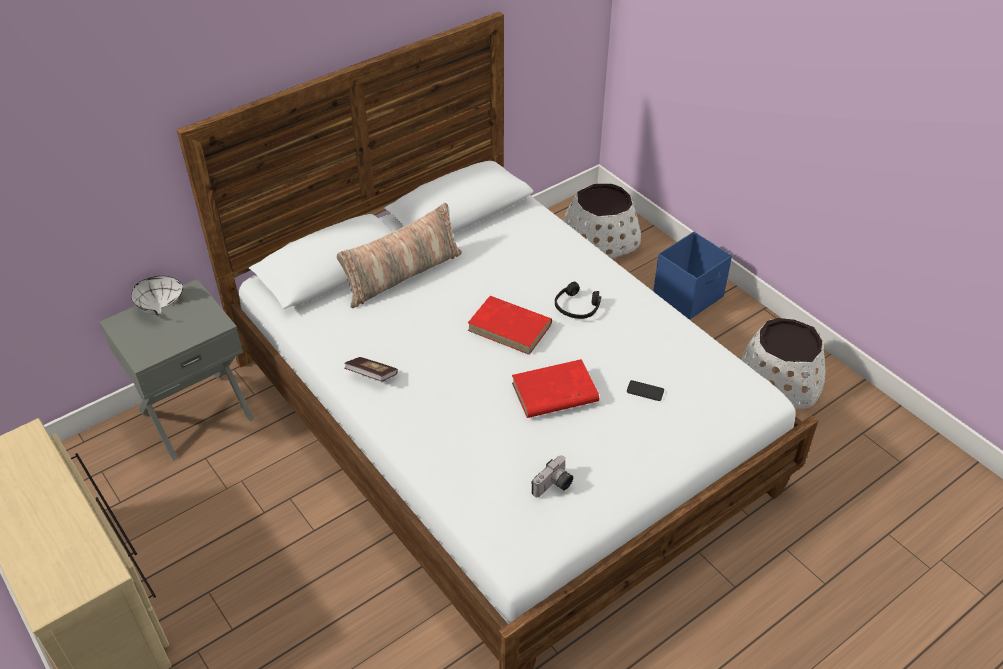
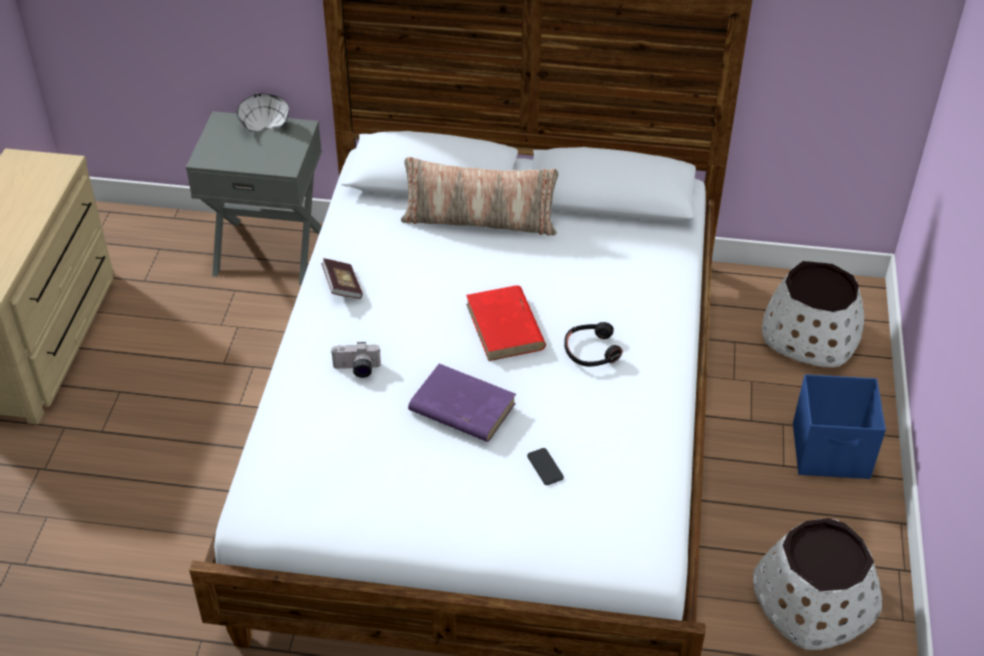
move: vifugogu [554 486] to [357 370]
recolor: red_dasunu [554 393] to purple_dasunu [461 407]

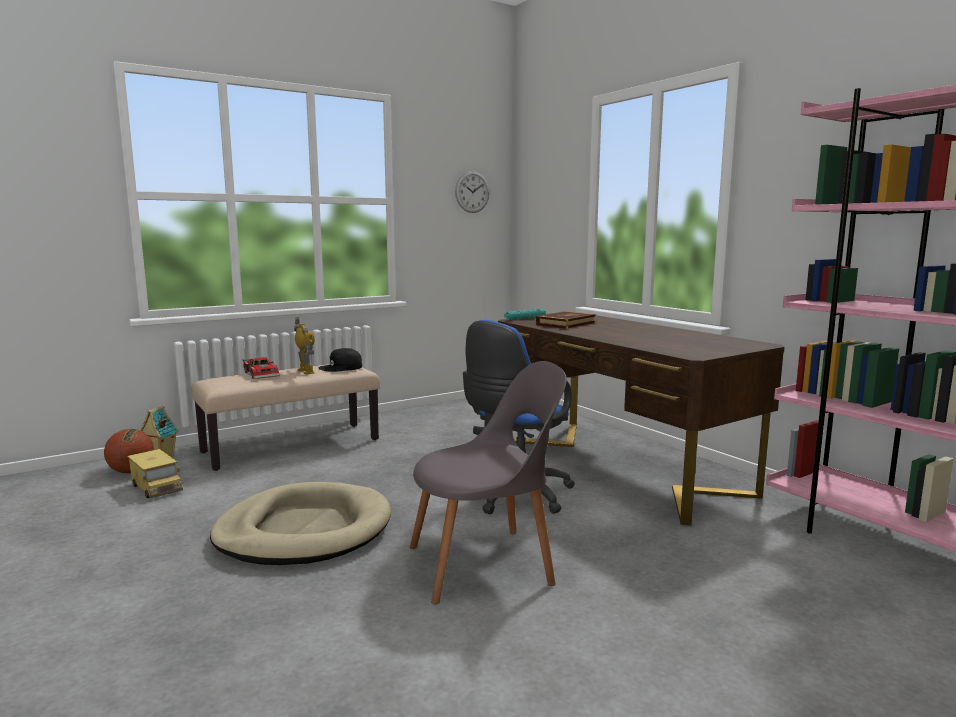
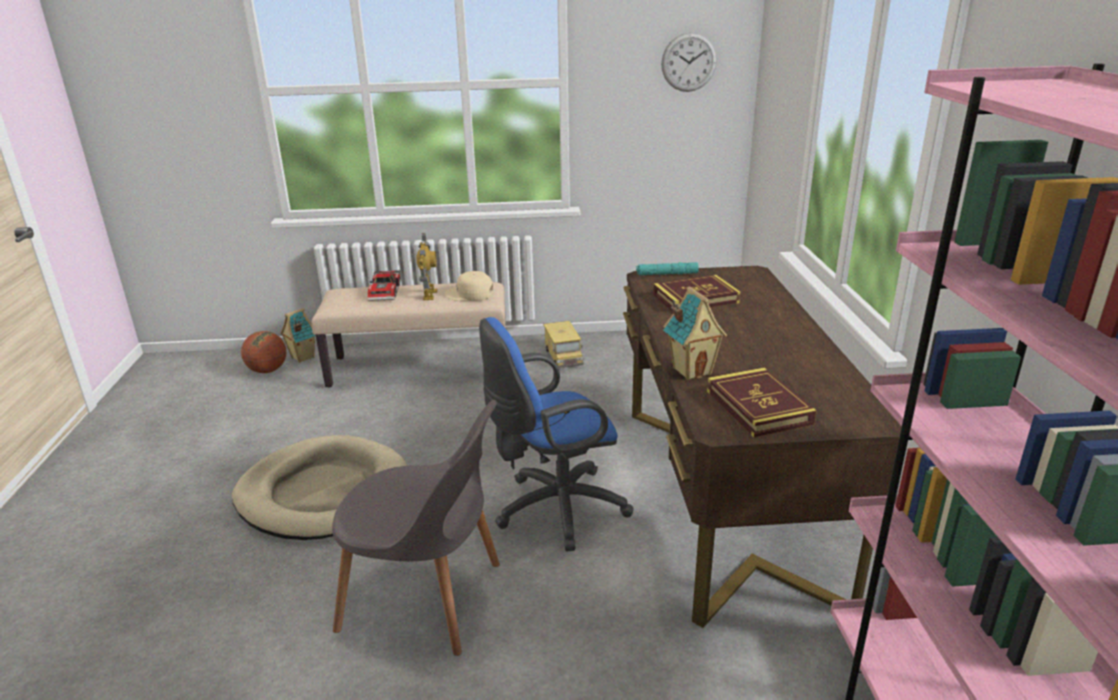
insert: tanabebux [692 370]; dasunu [758 407]
move: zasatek [156 487] to [563 356]
recolor: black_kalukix [341 367] to beige_kalukix [469 294]

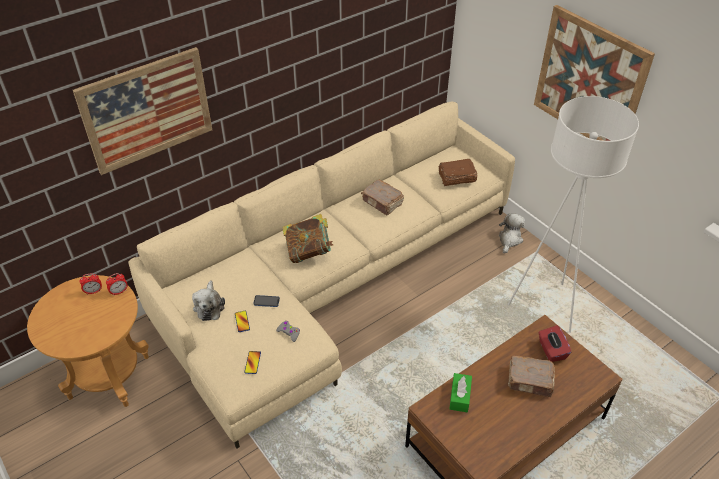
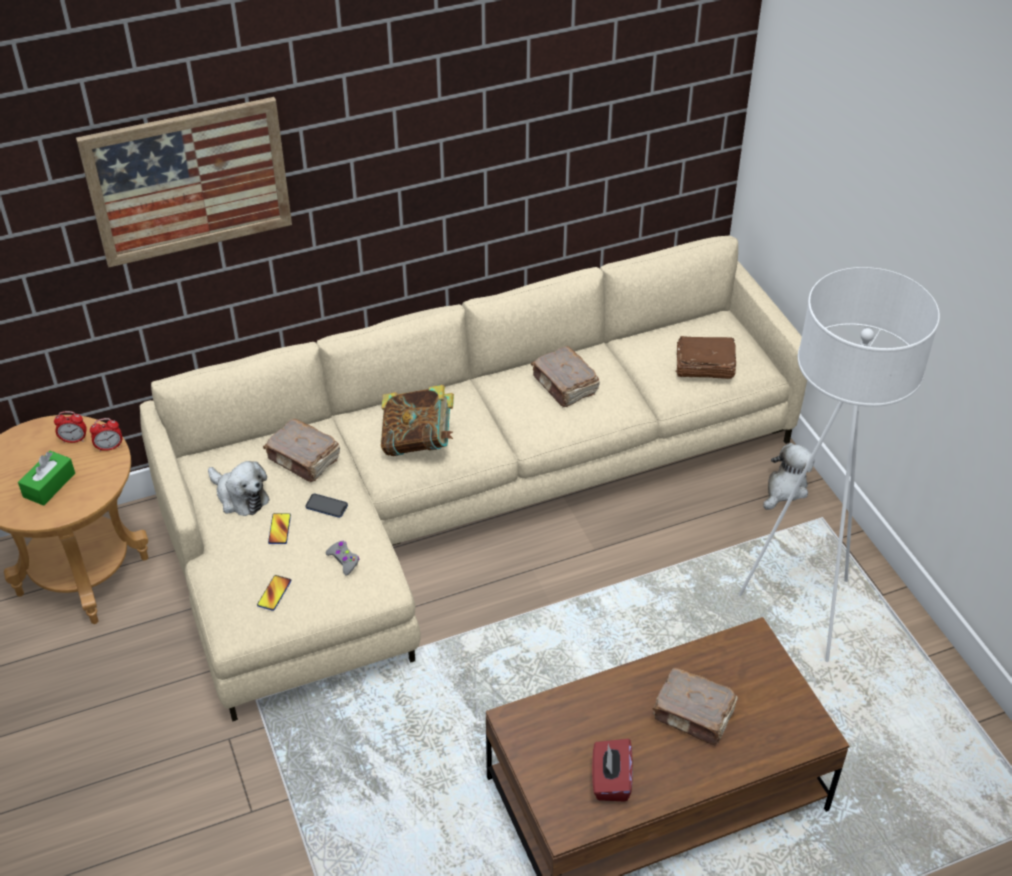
delete: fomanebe [589 80]
insert: brown_dasunu [304 459]
move: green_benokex [460 396] to [49 485]; red_benokex [551 350] to [610 781]
rotate: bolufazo [209 306] = [240 496] 60 degrees counterclockwise

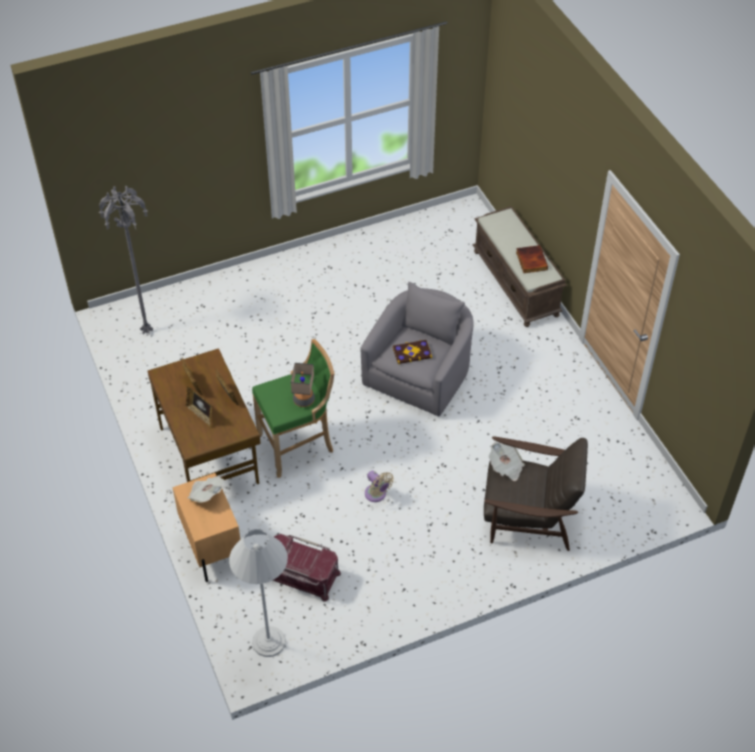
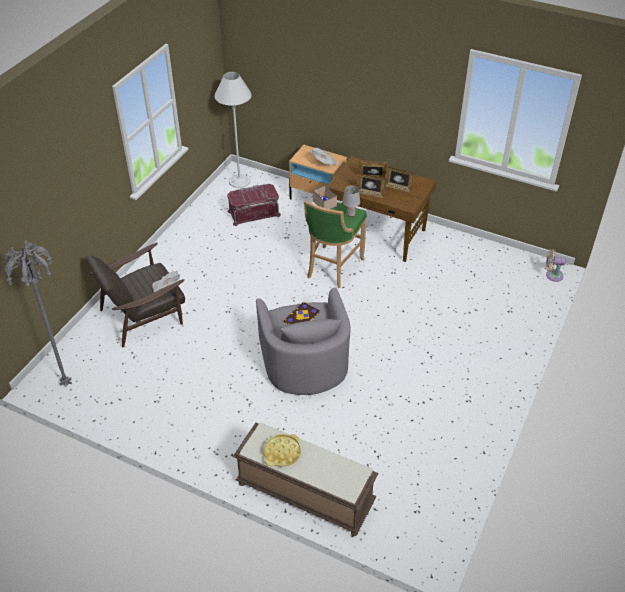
insert: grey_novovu [351 214]
move: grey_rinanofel [146 331] to [67 384]; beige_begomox [377 495] to [552 275]
replace: dasunu [530 260] to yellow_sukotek [282 453]

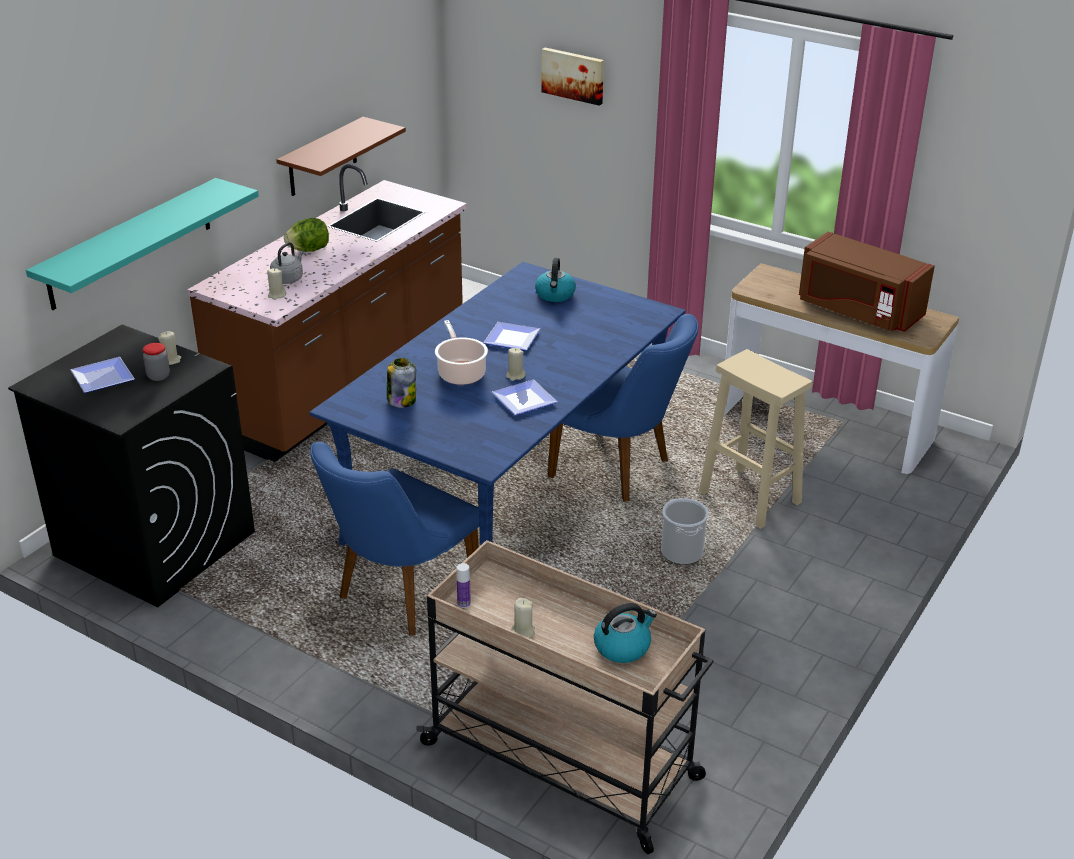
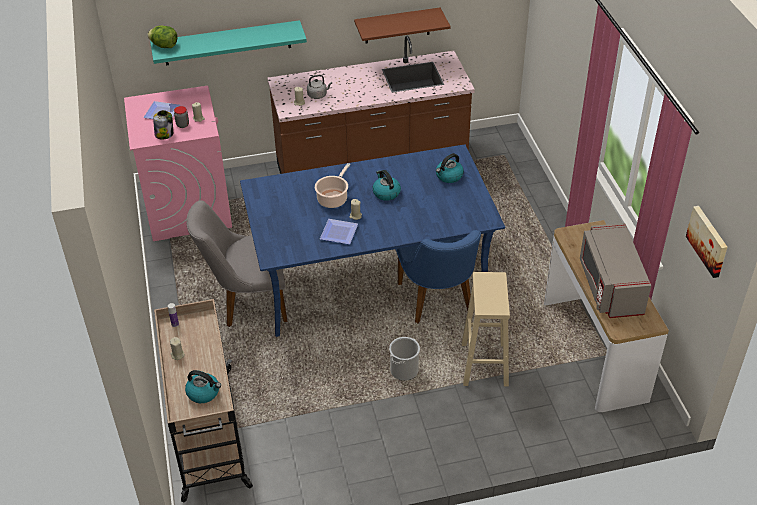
move: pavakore [309 250] to [164 46]; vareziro [401 400] to [164 134]; fomanebe [573 75] to [708 241]
replace: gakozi [513 340] to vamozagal [386 193]
recolor: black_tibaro [153 544] to pink_tibaro [187 207]; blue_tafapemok [398 598] to grey_tafapemok [247 303]; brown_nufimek [858 310] to grey_nufimek [610 286]

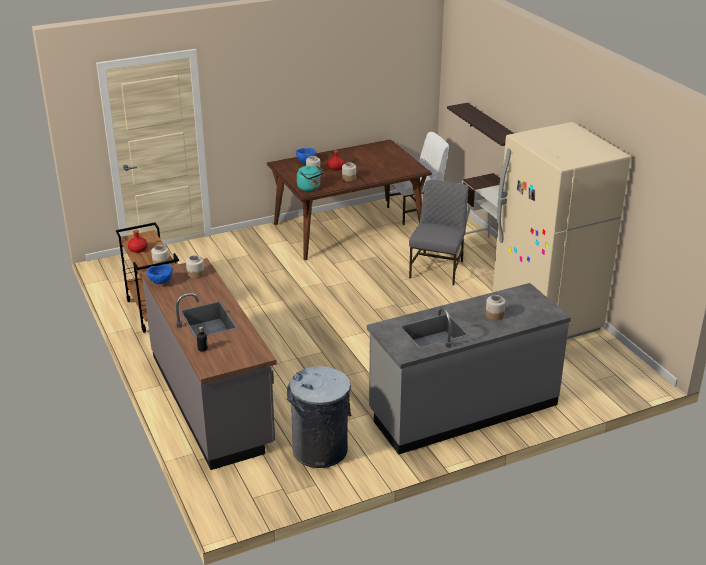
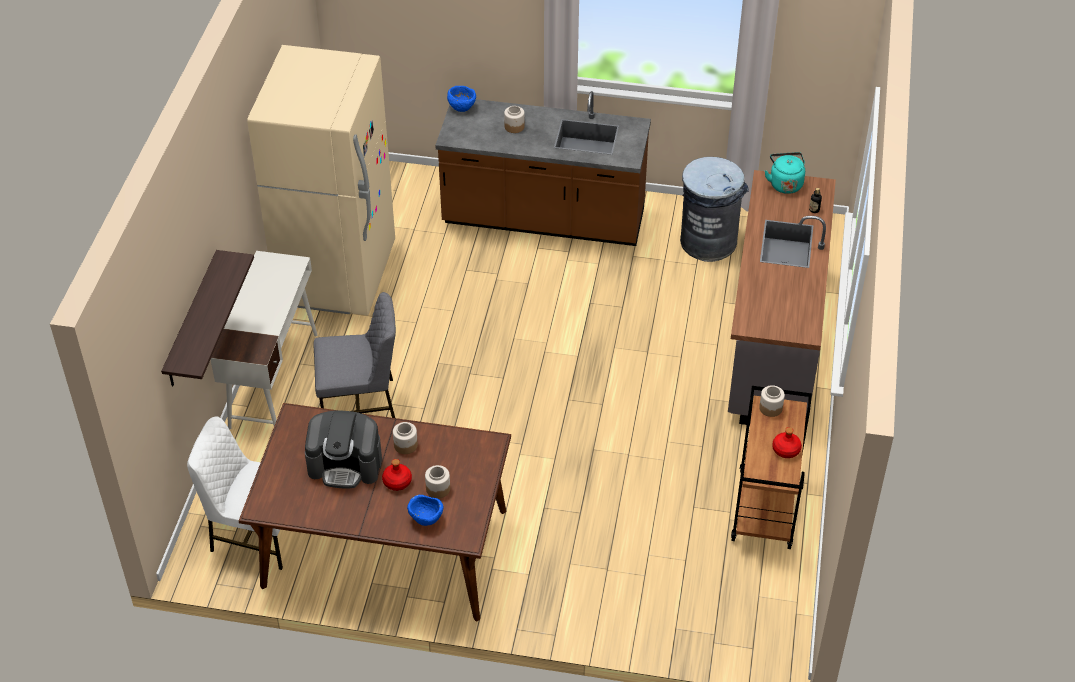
delete: vareziro [196 274]
insert: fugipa [345 464]
move: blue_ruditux [161 283] to [462 107]; turquoise_vamozagal [310 188] to [785 183]
recolor: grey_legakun [463 409] to brown_legakun [543 220]
rotate: grey_tafapemok [438 269] = [360 404] 150 degrees counterclockwise

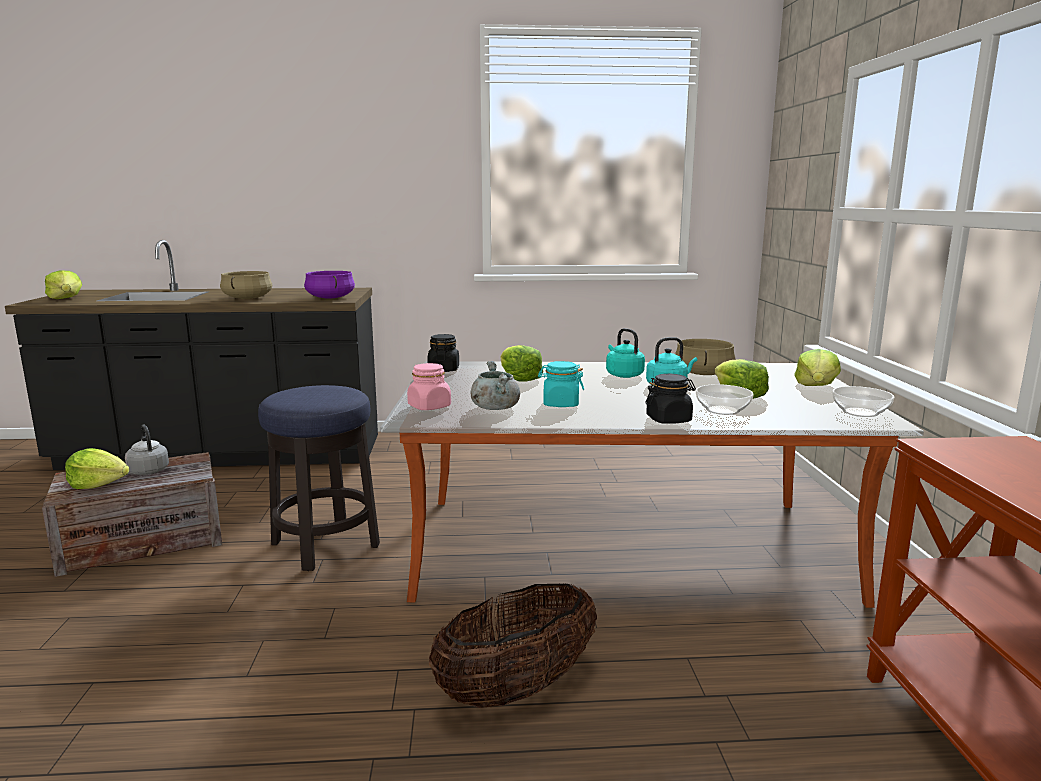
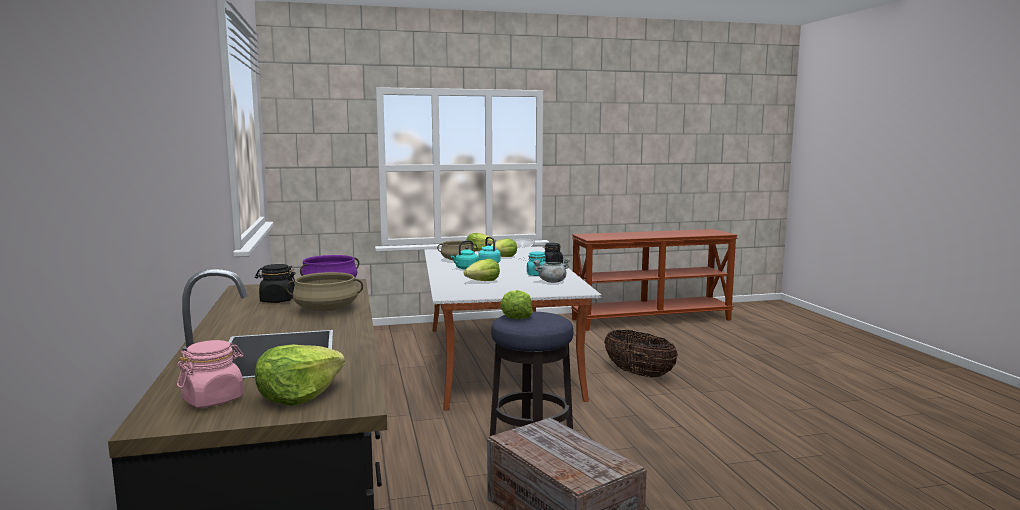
delete: grey_vamozagal [148 470]
move: pavakore [99 484] to [516 316]; pink_vareziro [429 407] to [213 399]; black_vareziro [443 370] to [277 300]

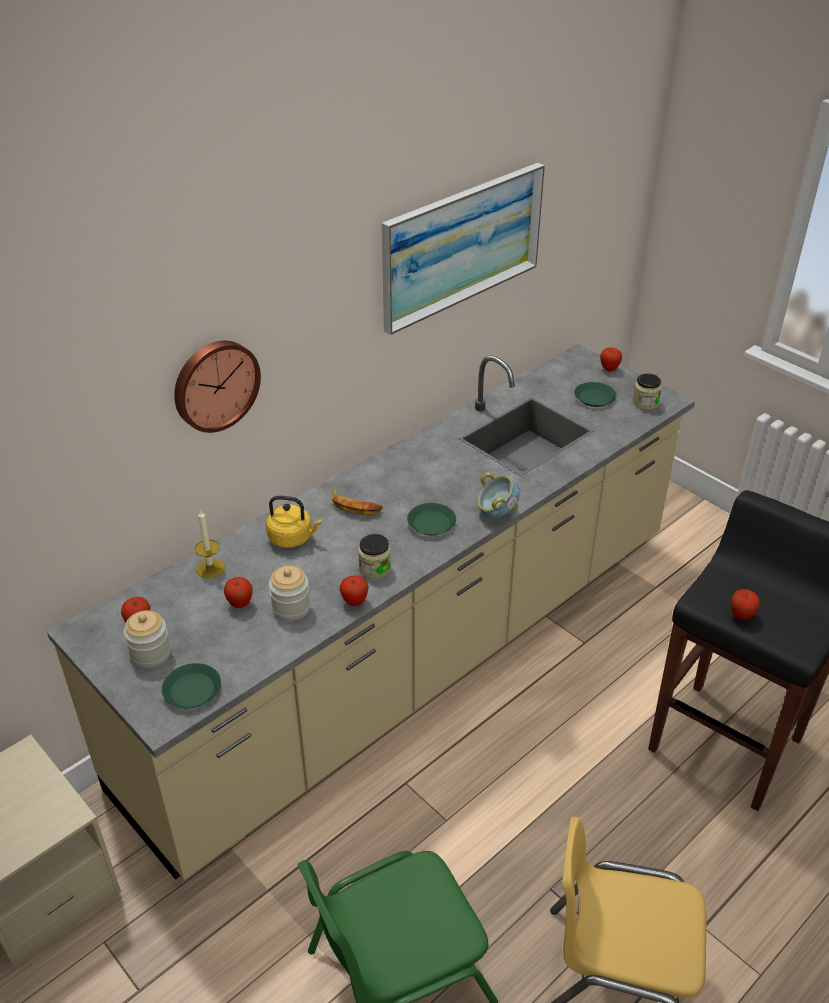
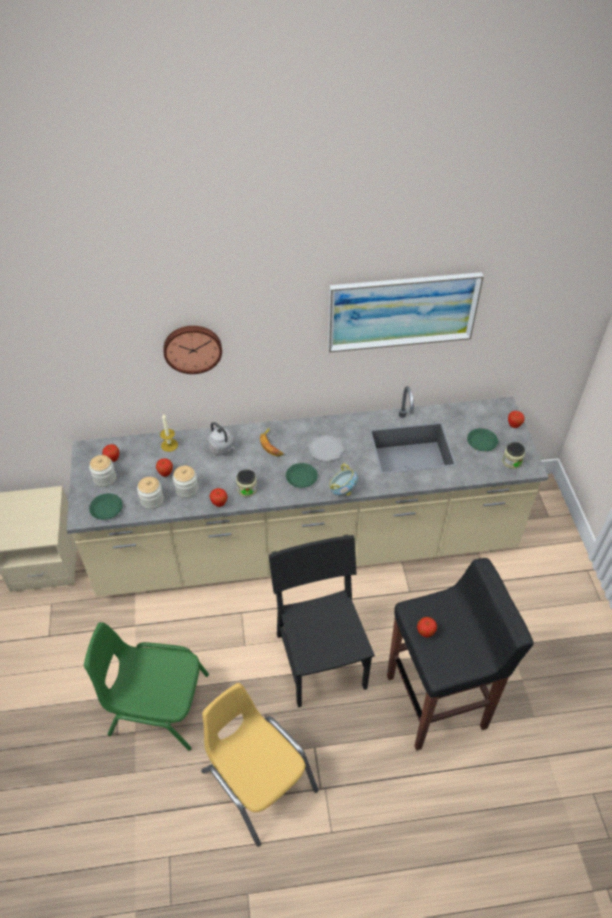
insert: vareziro [152 500]; black_tafapemok [321 660]; gakozi [325 449]
recolor: yellow_vamozagal [293 538] to grey_vamozagal [223 448]

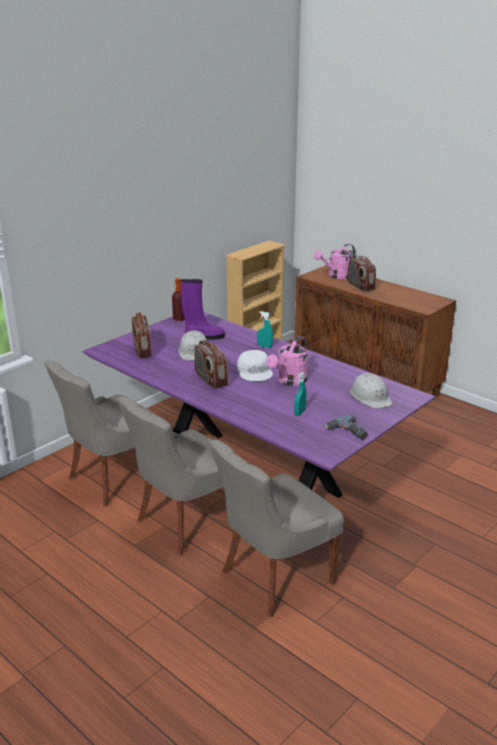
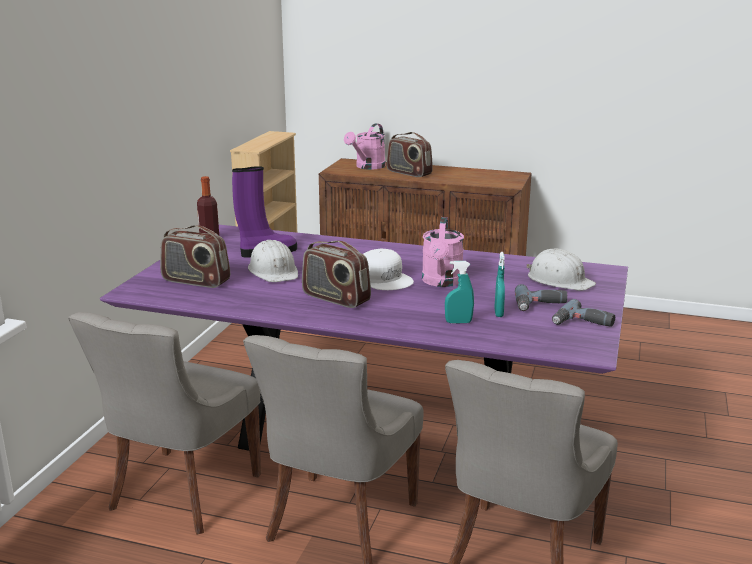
insert: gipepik [540 305]
move: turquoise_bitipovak [264 346] to [458 322]
rotate: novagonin [143 350] = [195 281] 150 degrees clockwise

